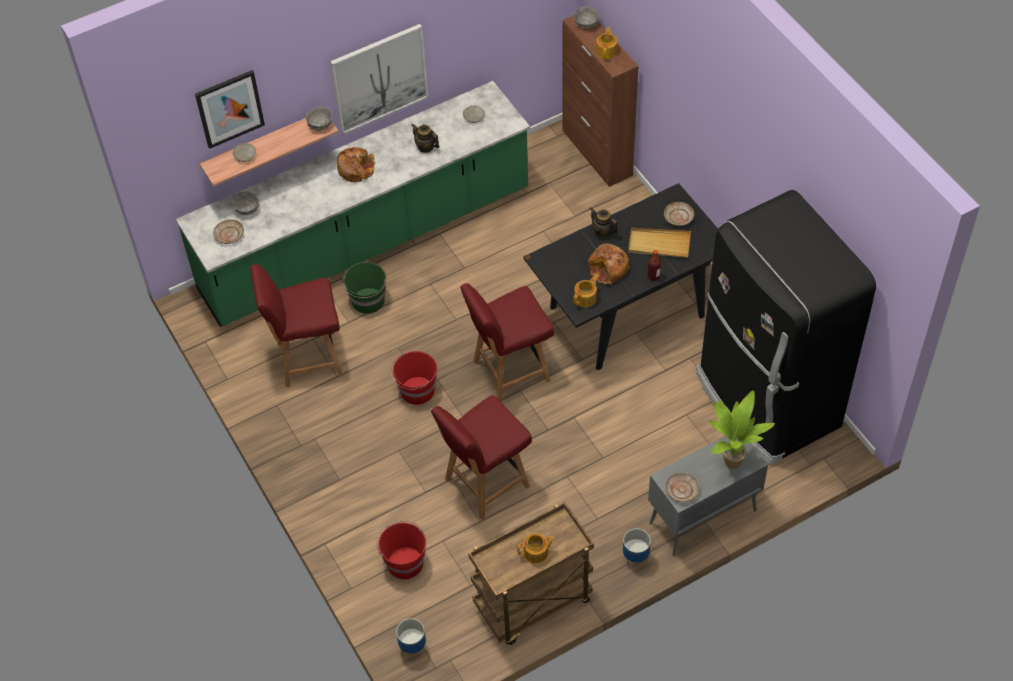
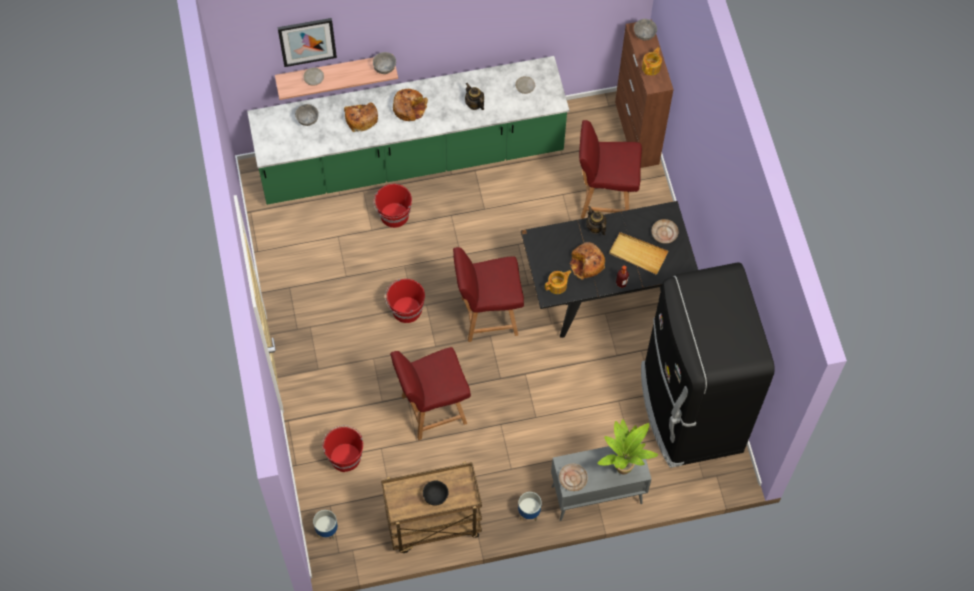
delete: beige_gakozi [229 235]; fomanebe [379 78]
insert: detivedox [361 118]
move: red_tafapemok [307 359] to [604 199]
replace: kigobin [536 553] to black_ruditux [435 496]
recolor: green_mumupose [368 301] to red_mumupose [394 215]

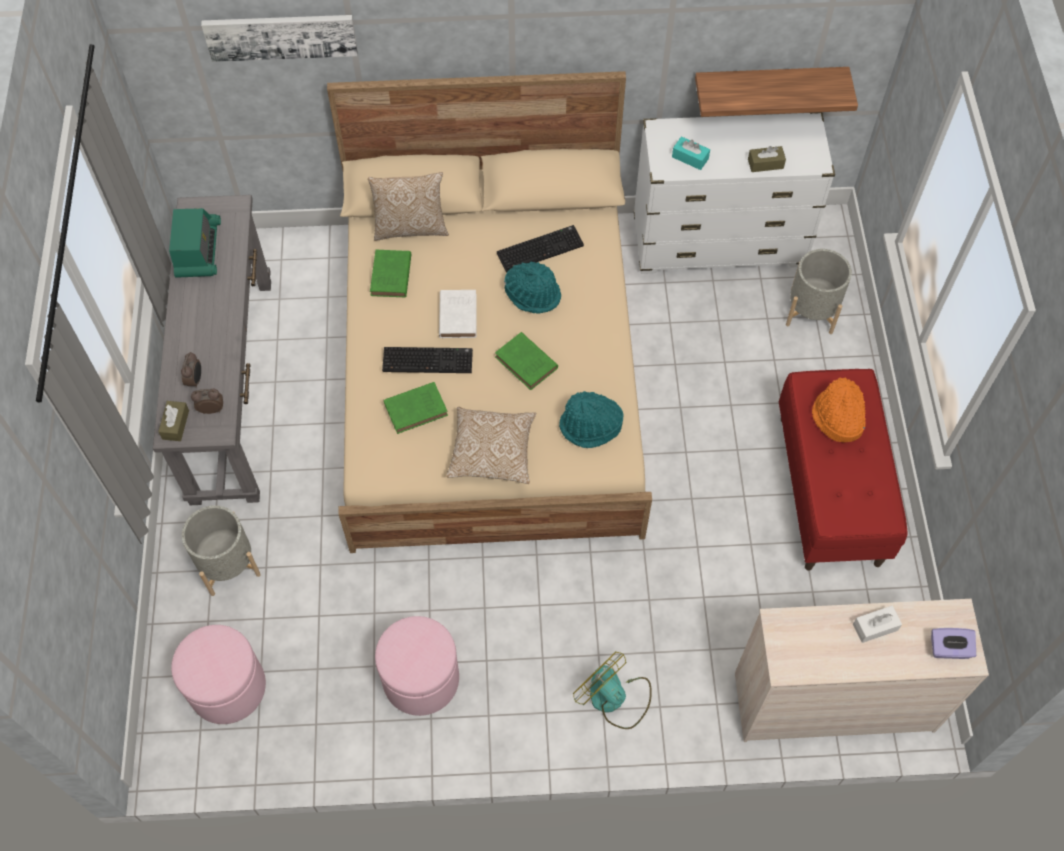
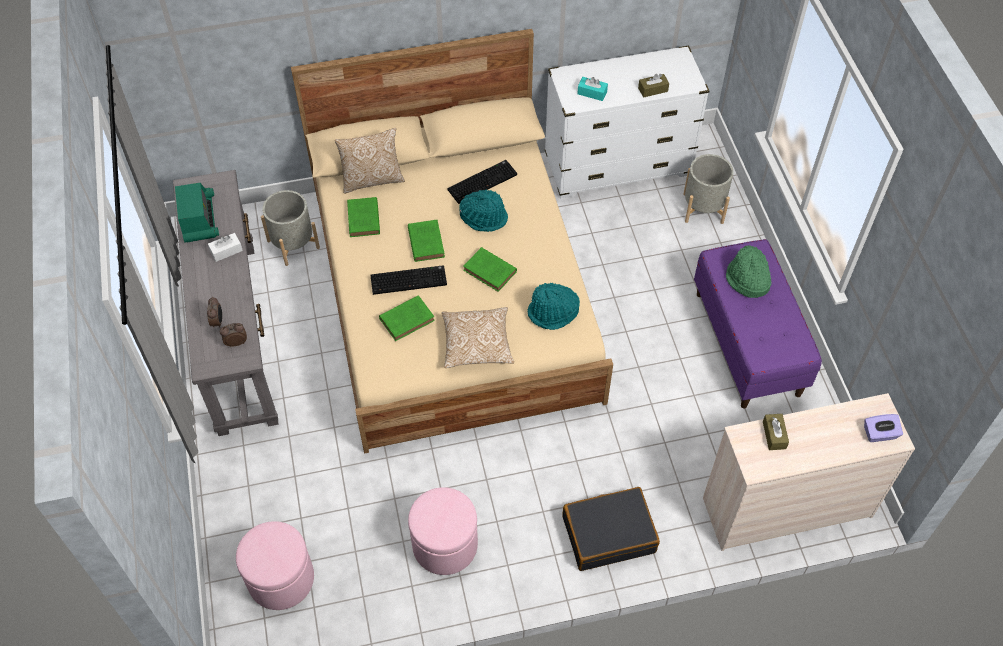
delete: fomanebe [281 36]; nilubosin [769 84]
move: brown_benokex [175 424] to [774 435]; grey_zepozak [227 564] to [293 244]; white_benokex [875 627] to [226 251]
replace: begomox [614 698] to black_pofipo [608 534]
recolor: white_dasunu [458 314] to green_dasunu [426 241]; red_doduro [830 490] to purple_doduro [748 343]; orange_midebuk [837 418] to green_midebuk [747 280]

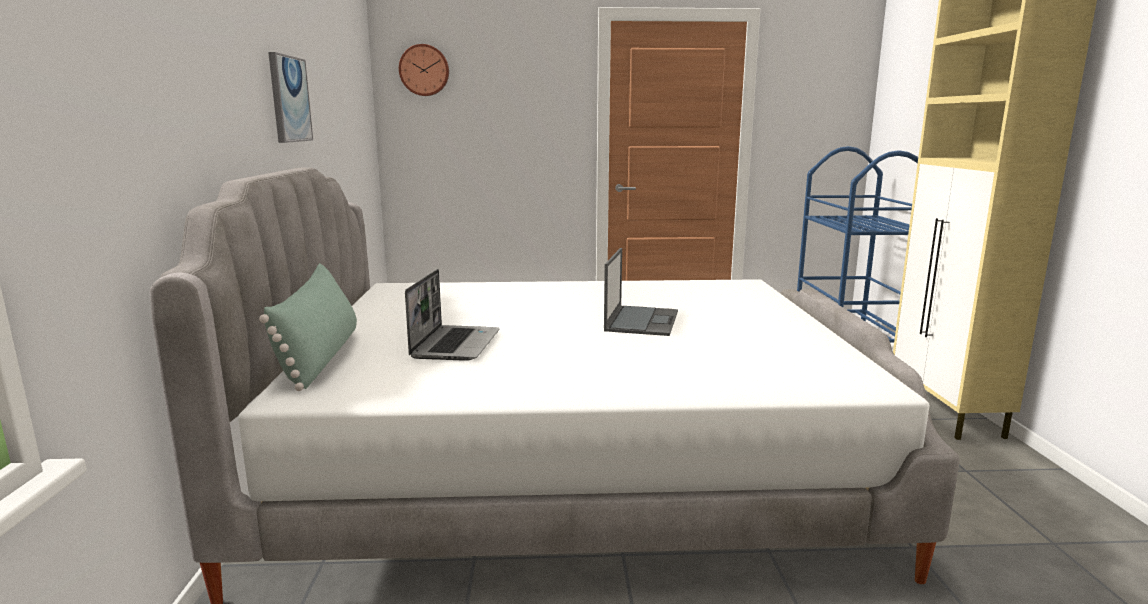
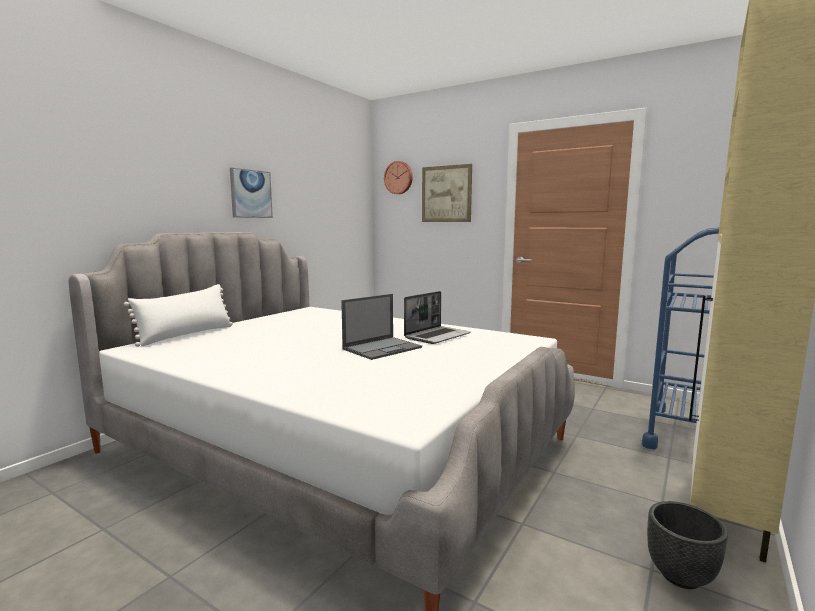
insert: fomanebe [446 194]; black_zepozak [681 576]
move: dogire [455 344] to [437 336]
recolor: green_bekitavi [320 357] to white_bekitavi [186 335]

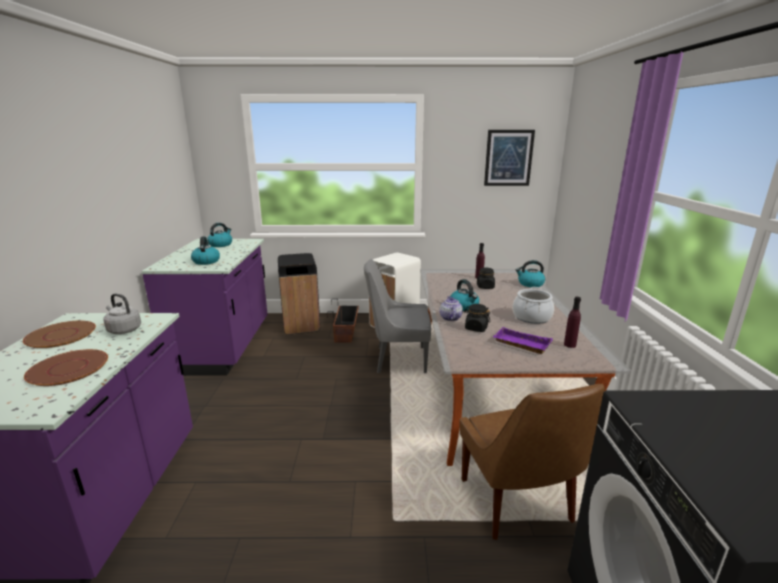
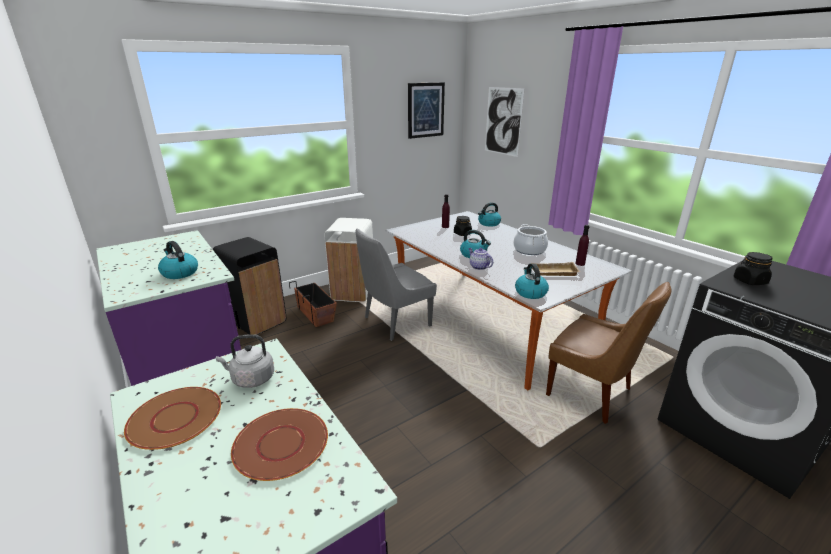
insert: fomanebe [503 121]
move: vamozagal [221 244] to [530 292]; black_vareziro [476 328] to [749 281]
recolor: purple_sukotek [520 344] to beige_sukotek [553 273]

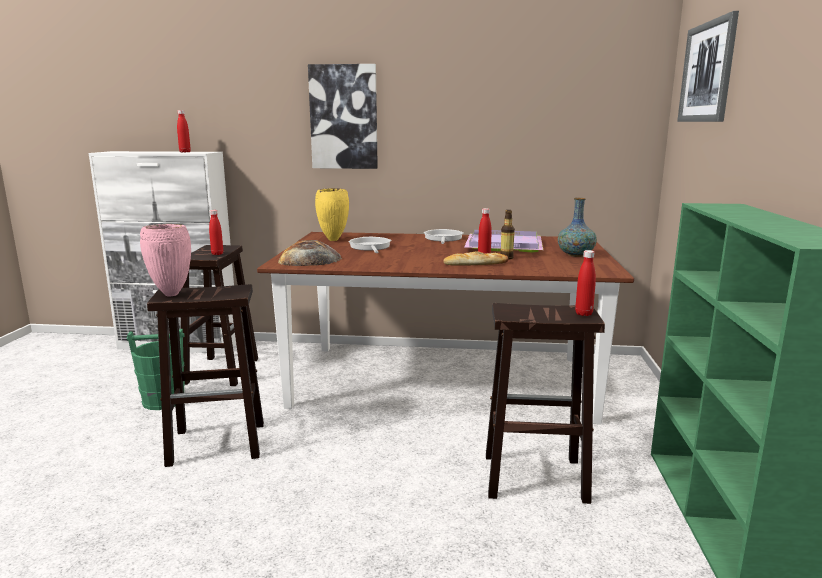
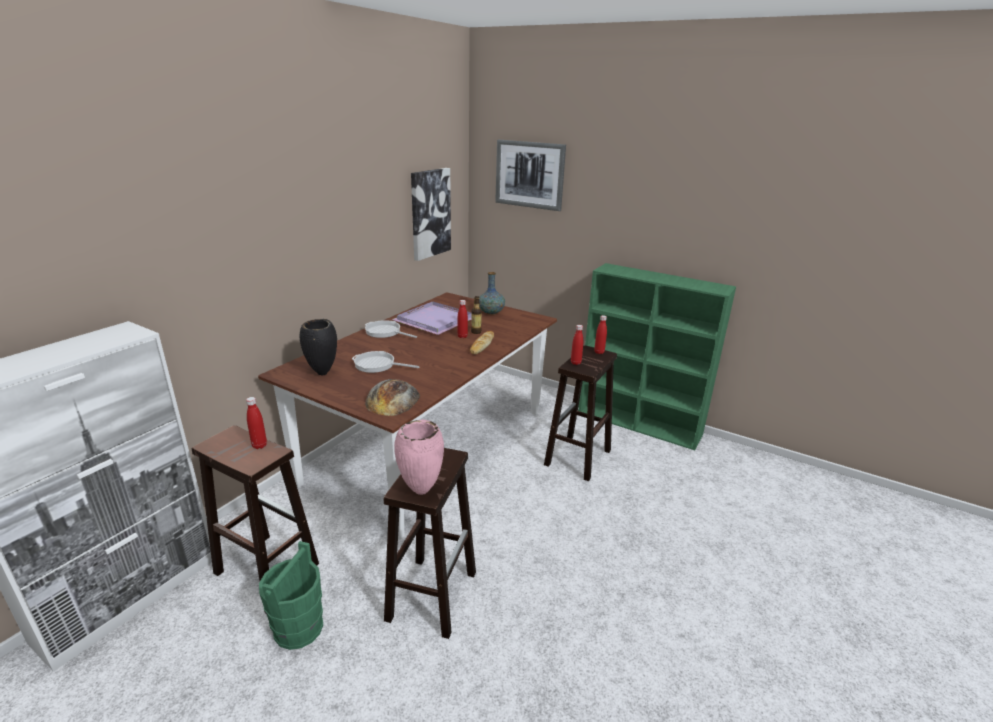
move: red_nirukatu [185 152] to [575 363]; fomanebe [344 117] to [430 213]
recolor: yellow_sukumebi [333 240] to black_sukumebi [323 373]

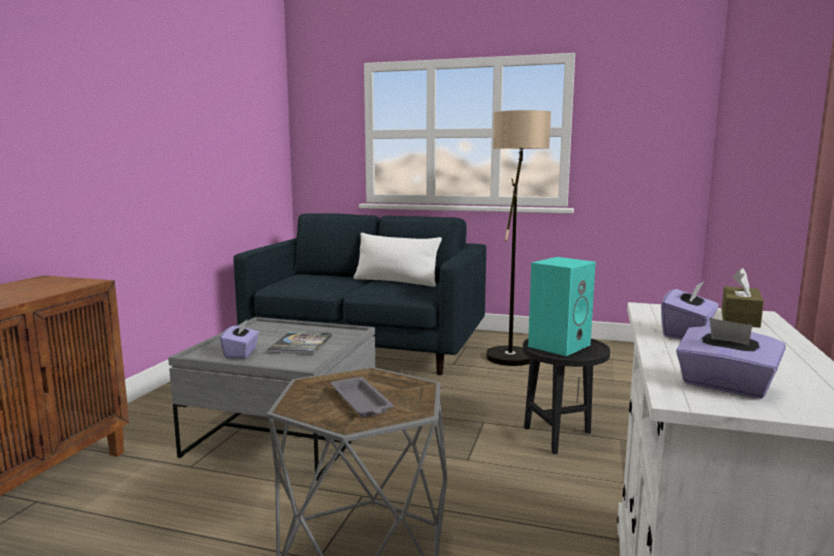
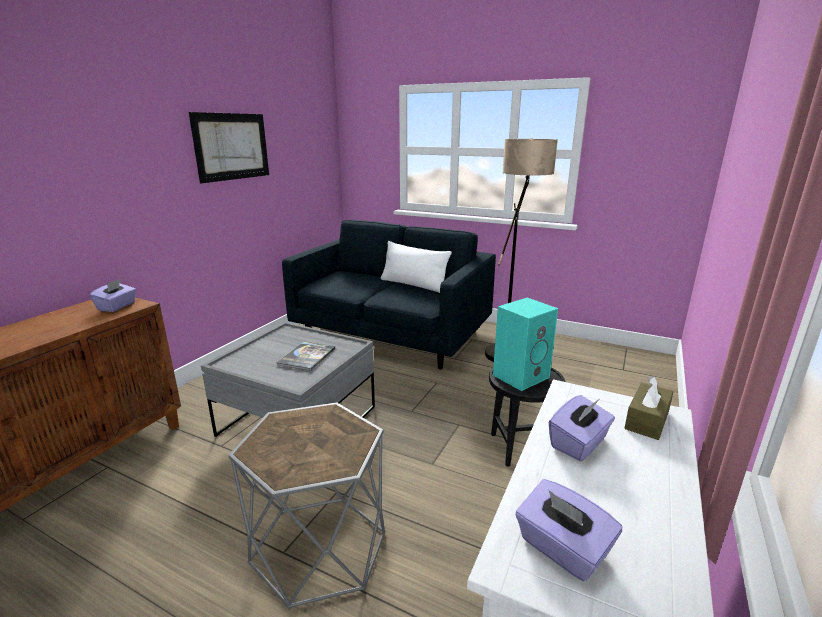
delete: grey_sukotek [361 402]
insert: fomanebe [232 146]
move: purple_benokex [241 353] to [117 306]

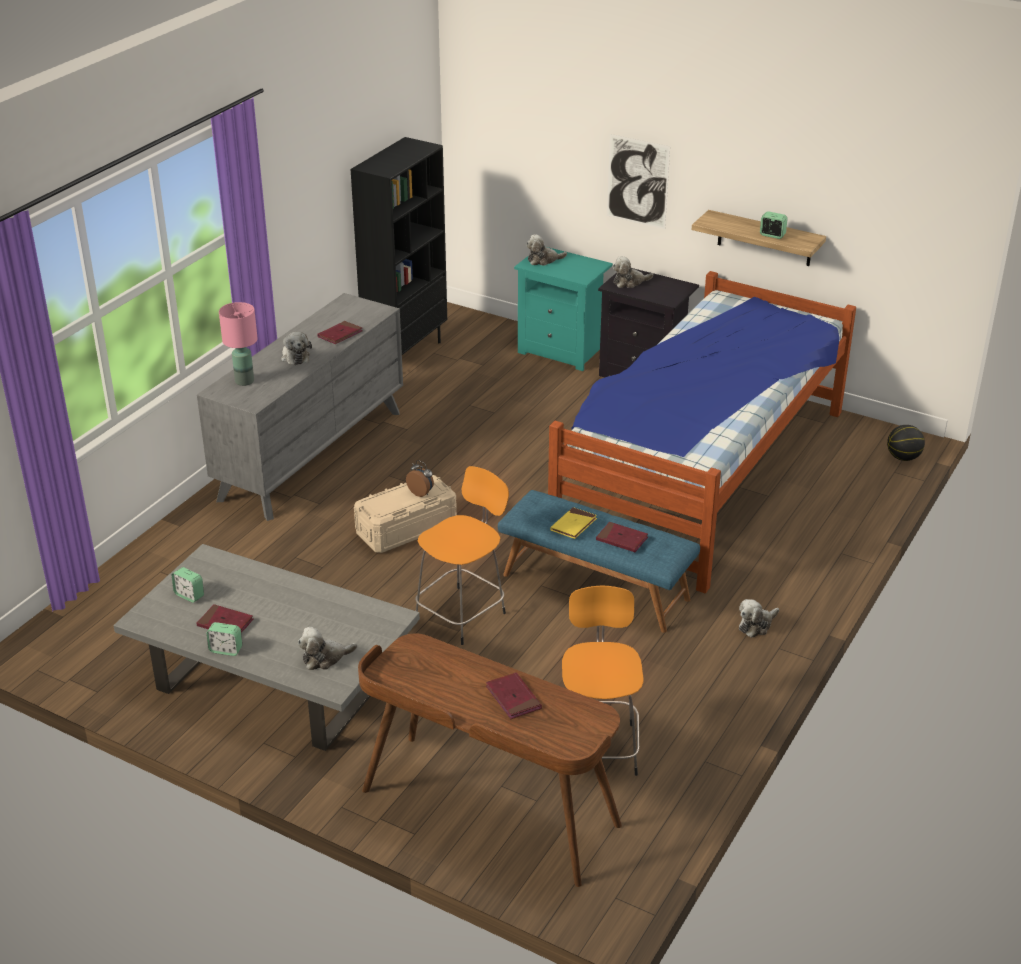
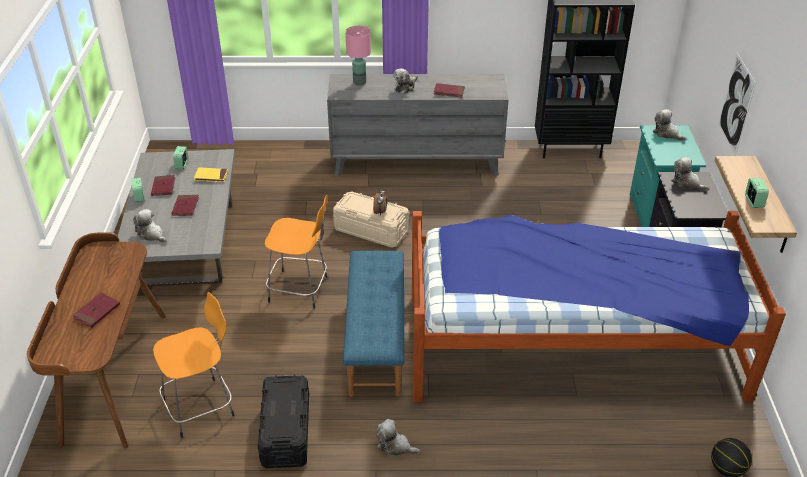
insert: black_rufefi [286 432]
move: yellow_dasunu [573 525] to [211 176]; red_dasunu [622 539] to [185 207]

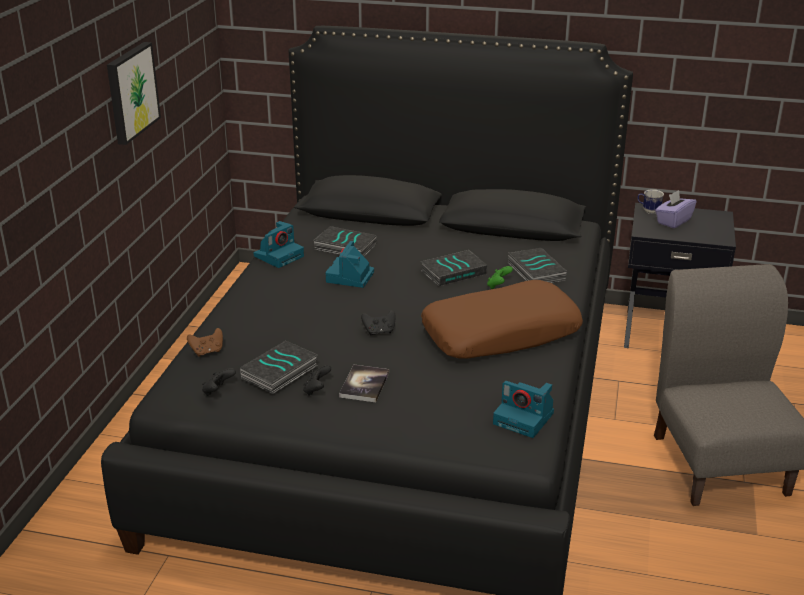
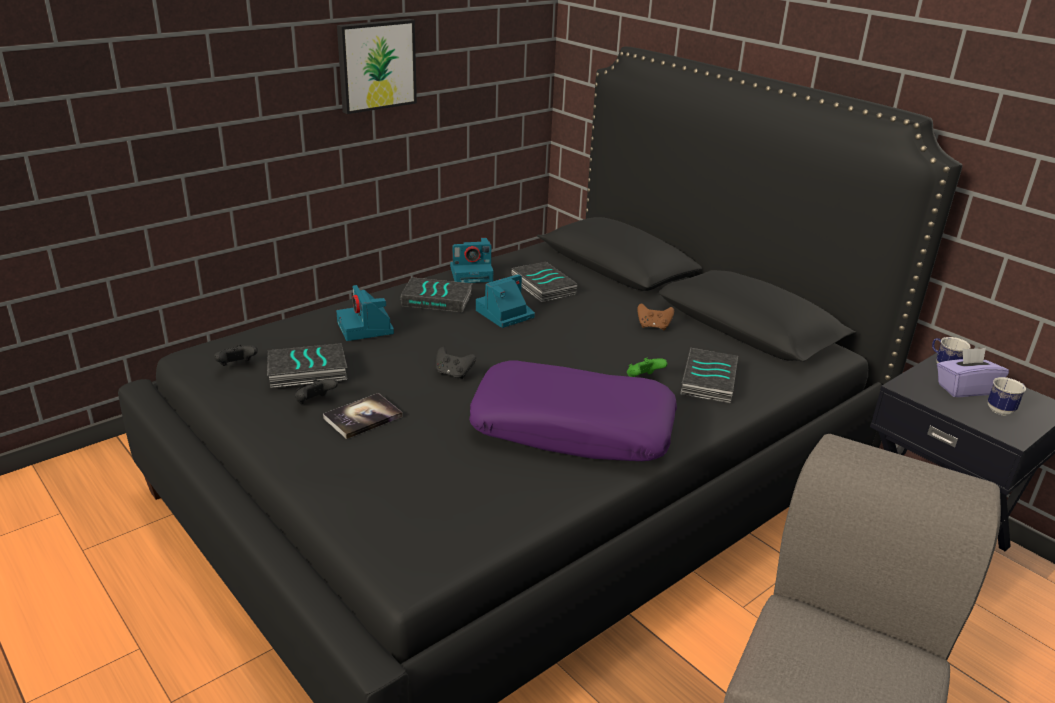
insert: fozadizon [1003 409]
move: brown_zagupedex [207 351] to [653 326]; dasunu [453 272] to [438 299]; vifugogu [525 418] to [366 328]
recolor: brown_bekitavi [500 333] to purple_bekitavi [573 428]

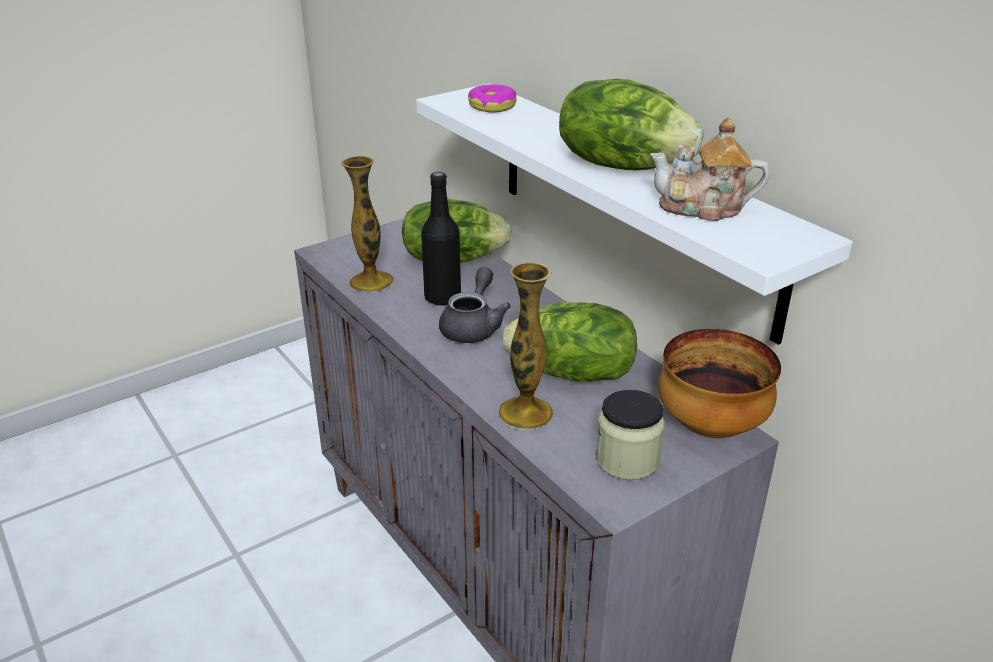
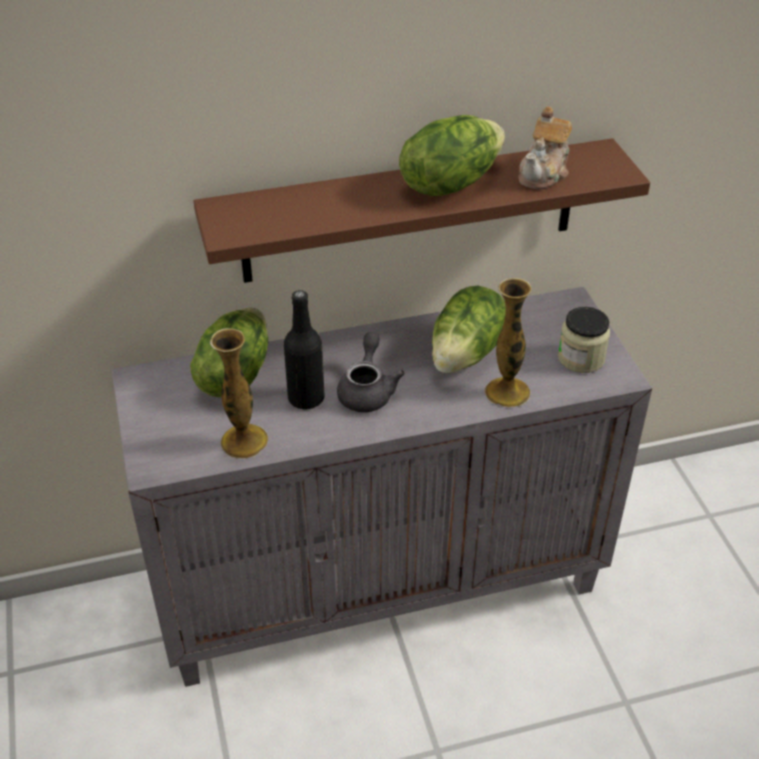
delete: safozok [492 106]; ruditux [708 426]
recolor: white_nilubosin [631 203] to brown_nilubosin [410 211]
rotate: grey_kigobin [473 326] = [367 390] 60 degrees clockwise

